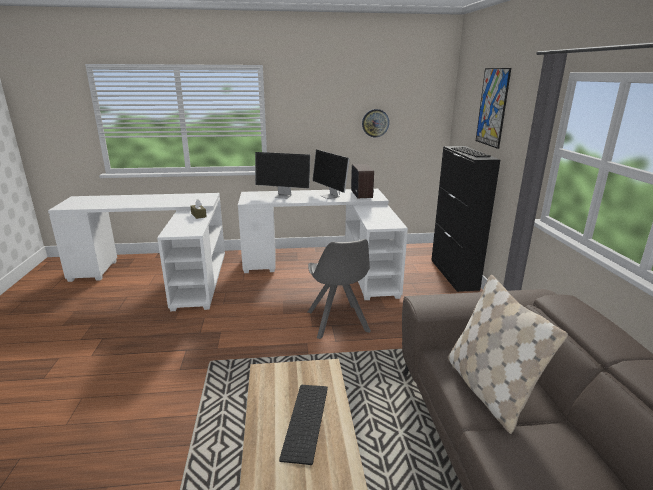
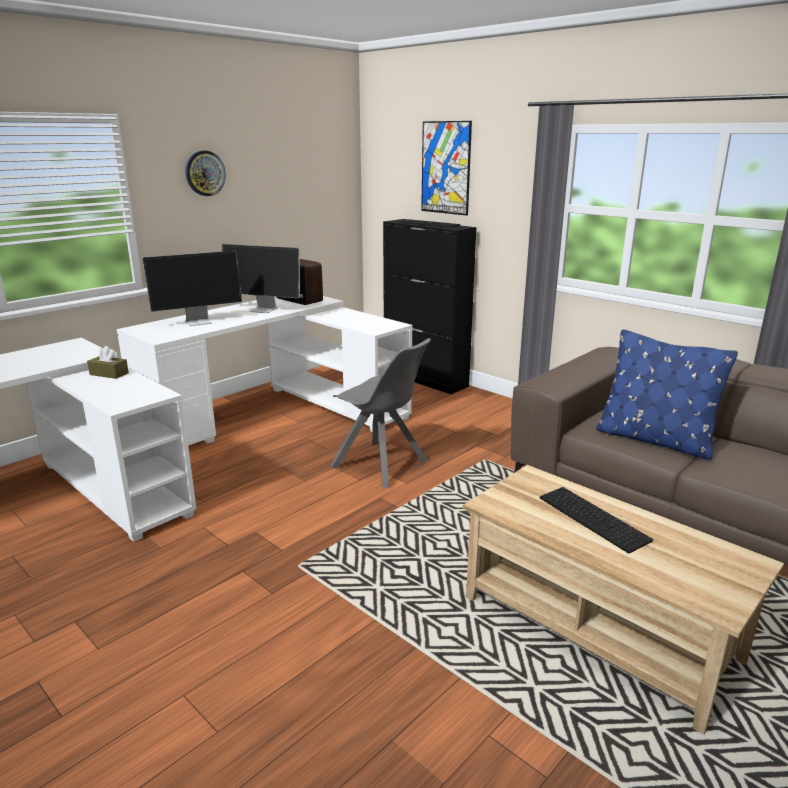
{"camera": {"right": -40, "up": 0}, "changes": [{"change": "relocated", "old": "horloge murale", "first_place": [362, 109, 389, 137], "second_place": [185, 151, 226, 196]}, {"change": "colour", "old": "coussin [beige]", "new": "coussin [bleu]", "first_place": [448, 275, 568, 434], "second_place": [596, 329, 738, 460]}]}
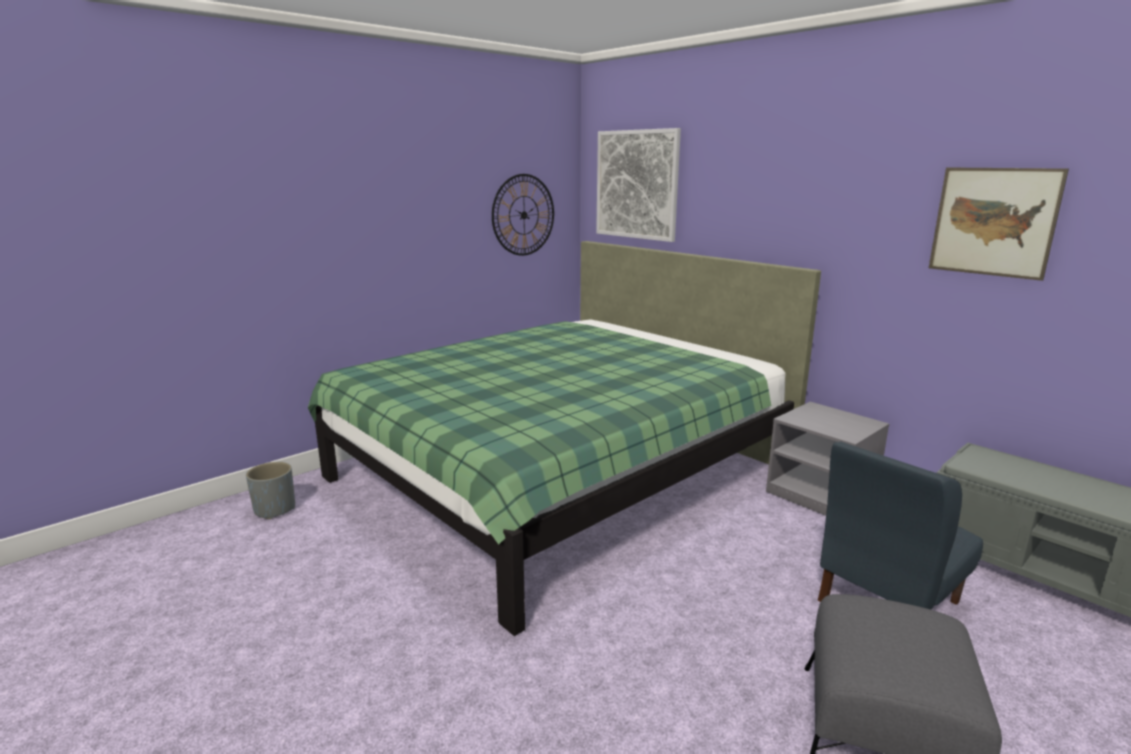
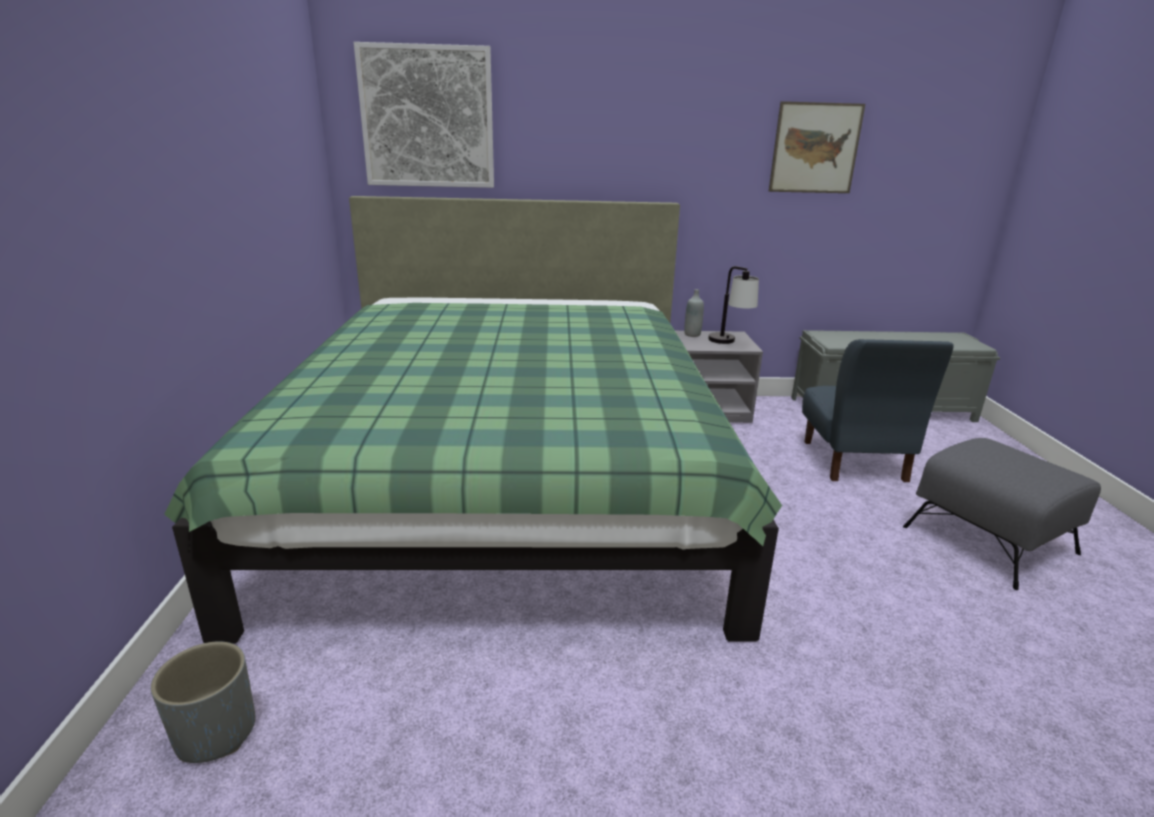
{"camera": {"right": -50, "up": 5}, "changes": [{"change": "appeared", "new": "bouteille [gris]", "second_place": [684, 289, 704, 337]}, {"change": "appeared", "new": "lampe de table", "second_place": [708, 266, 759, 344]}, {"change": "missing", "old": "horloge murale", "first_place": [492, 174, 554, 256]}]}
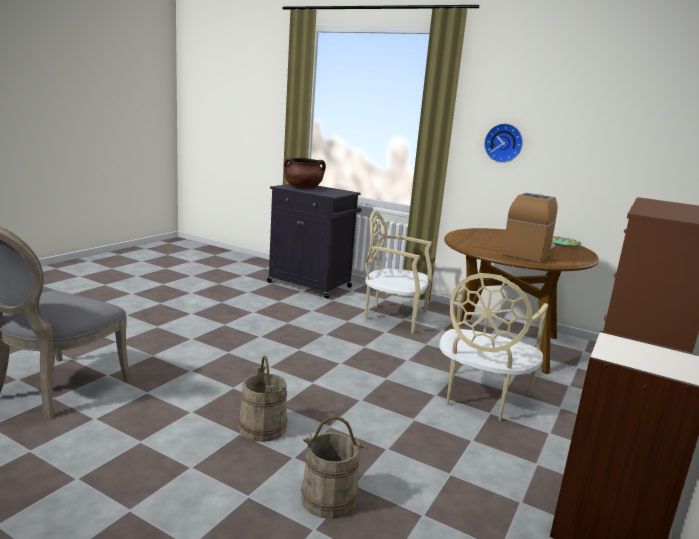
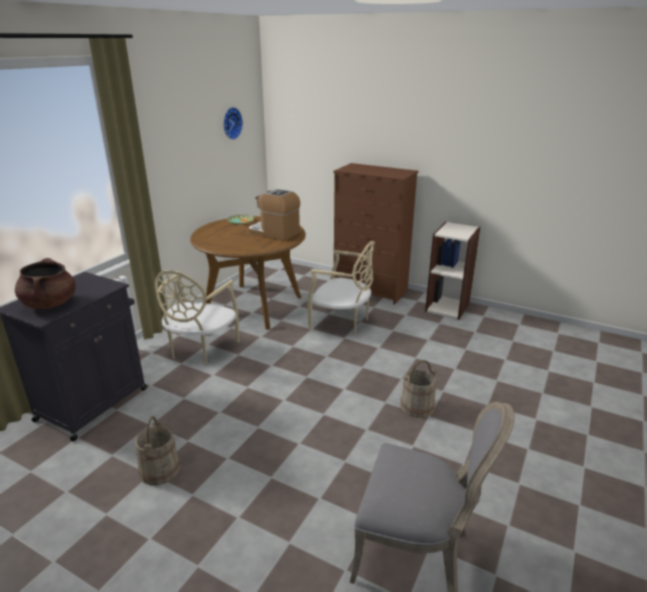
{"camera": {"right": -90, "up": 10}, "changes": [{"change": "relocated", "old": "seau [beige]", "first_place": [301, 416, 365, 519], "second_place": [135, 416, 180, 485]}, {"change": "relocated", "old": "horloge murale", "first_place": [484, 123, 523, 163], "second_place": [223, 107, 243, 140]}]}
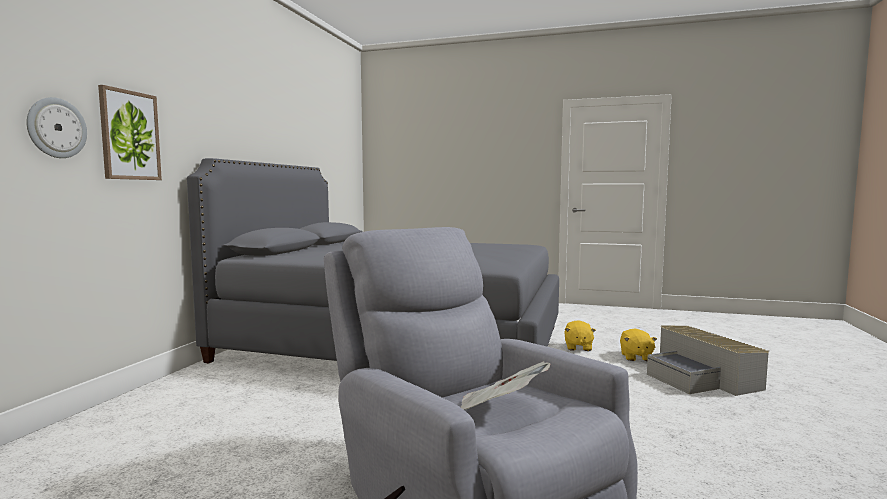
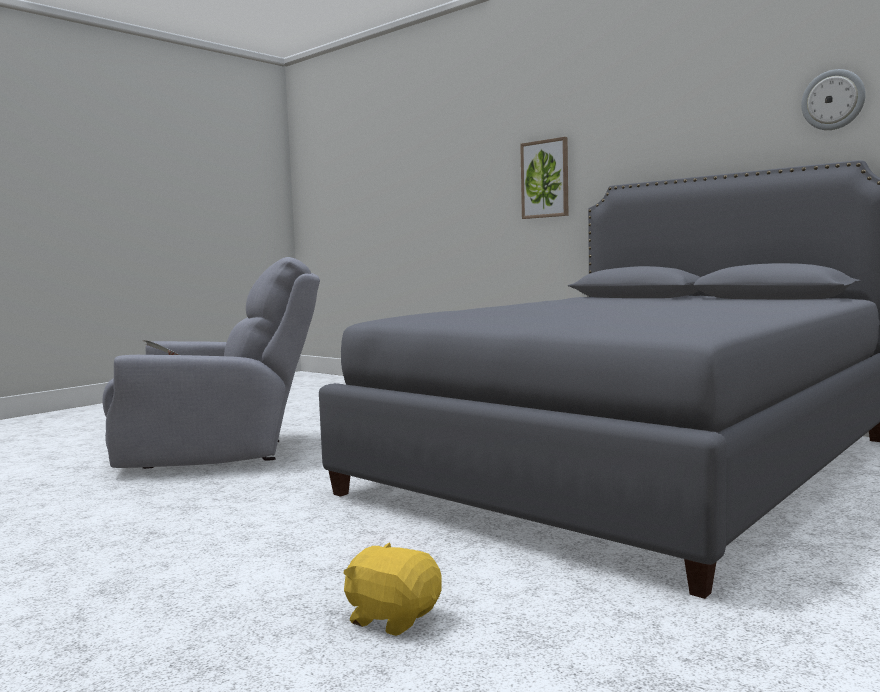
{"camera": {"right": 115, "up": 0}, "changes": [{"change": "relocated", "old": "horloge murale", "first_place": [26, 97, 87, 158], "second_place": [801, 69, 866, 130]}, {"change": "missing", "old": "peluche [jaune]", "first_place": [564, 320, 596, 351]}, {"change": "missing", "old": "boîte de rangement [gris]", "first_place": [647, 325, 769, 396]}]}
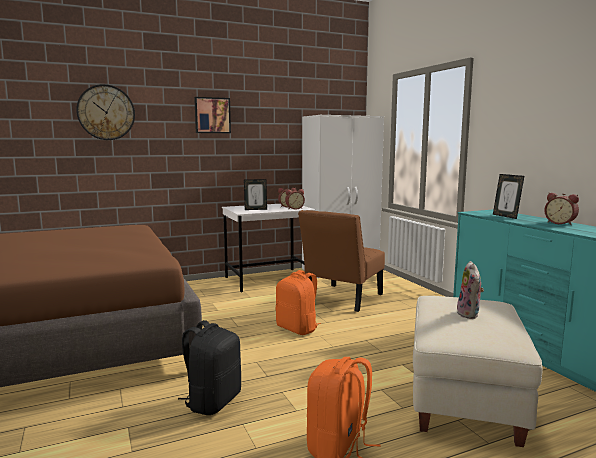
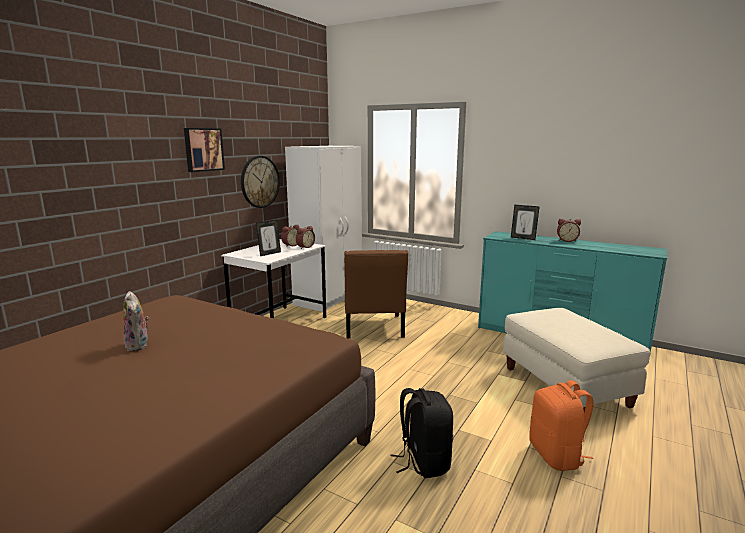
{"camera": {"right": -35, "up": 5}, "changes": [{"change": "relocated", "old": "peluche", "first_place": [457, 261, 484, 319], "second_place": [123, 291, 149, 351]}, {"change": "relocated", "old": "horloge murale", "first_place": [76, 84, 135, 140], "second_place": [241, 156, 280, 208]}, {"change": "missing", "old": "sac à dos [orange]", "first_place": [275, 270, 321, 335]}]}
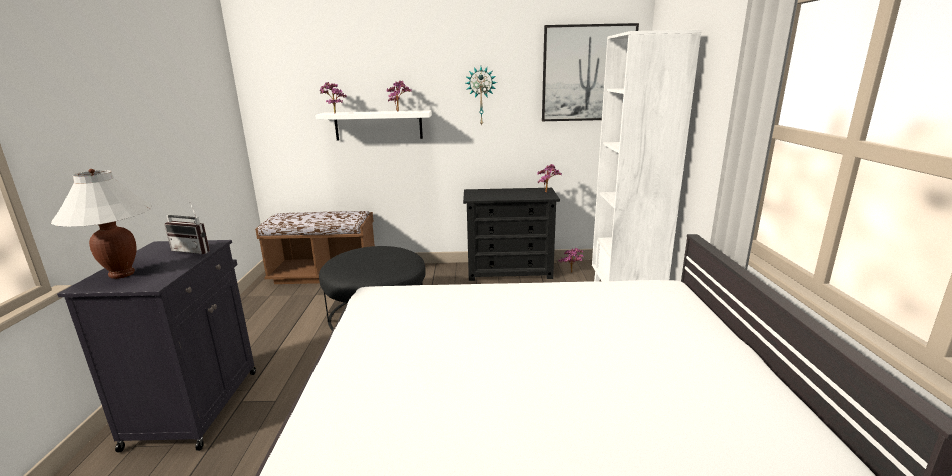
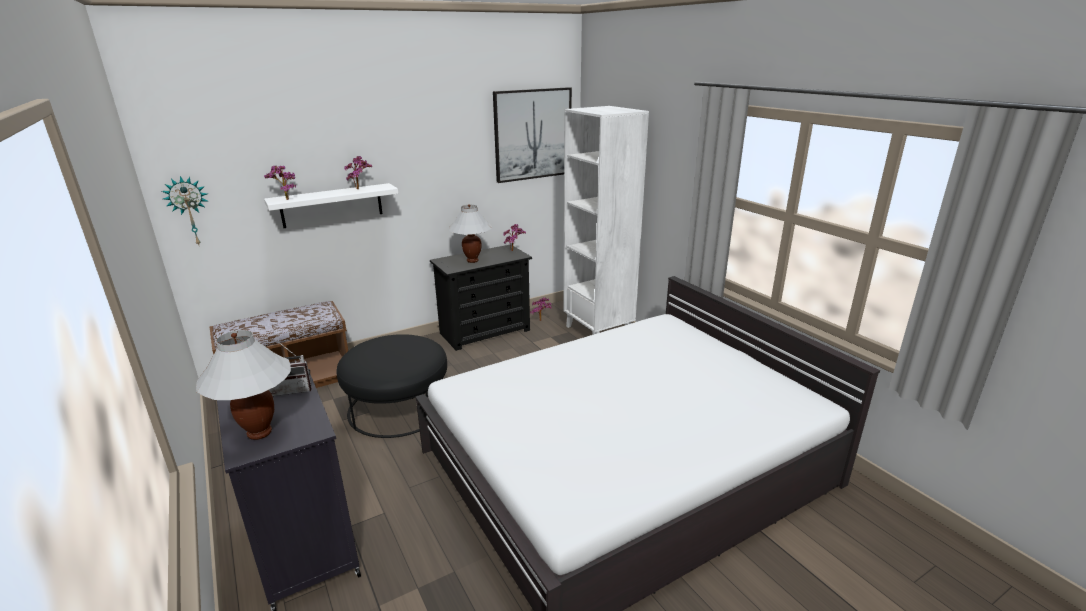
{"camera": {"right": -30, "up": 5}, "changes": [{"change": "relocated", "old": "horloge murale", "first_place": [466, 67, 497, 126], "second_place": [162, 176, 207, 245]}, {"change": "appeared", "new": "lampe de table [blanc]", "second_place": [449, 204, 492, 263]}]}
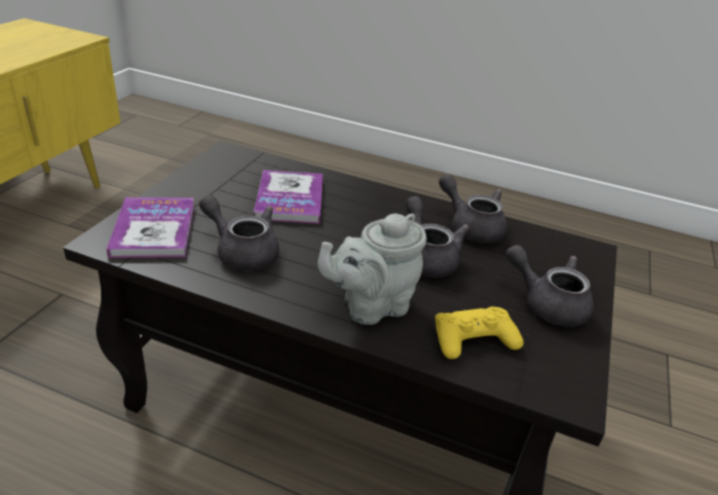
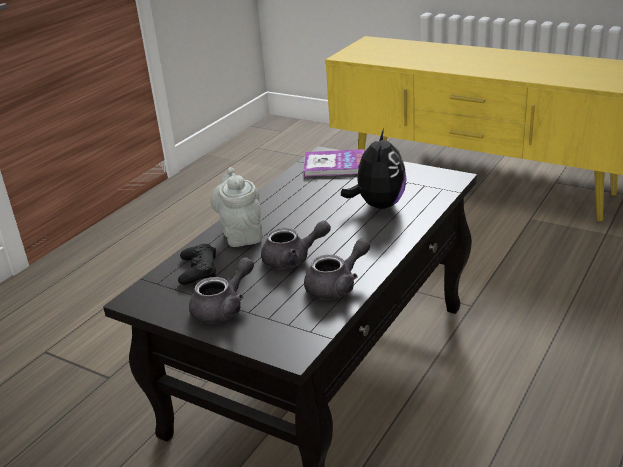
{"camera": {"right": 105, "up": -5}, "changes": [{"change": "colour", "old": "manette [jaune]", "new": "manette [noir]", "first_place": [435, 306, 524, 359], "second_place": [178, 244, 216, 285]}, {"change": "exchanged", "old": "livre", "new": "peluche", "first_place": [254, 170, 323, 224], "second_place": [341, 129, 407, 209]}, {"change": "missing", "old": "théière [gris]", "first_place": [199, 195, 279, 271]}]}
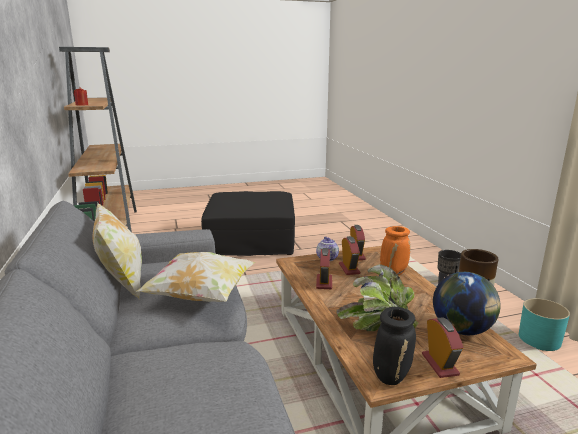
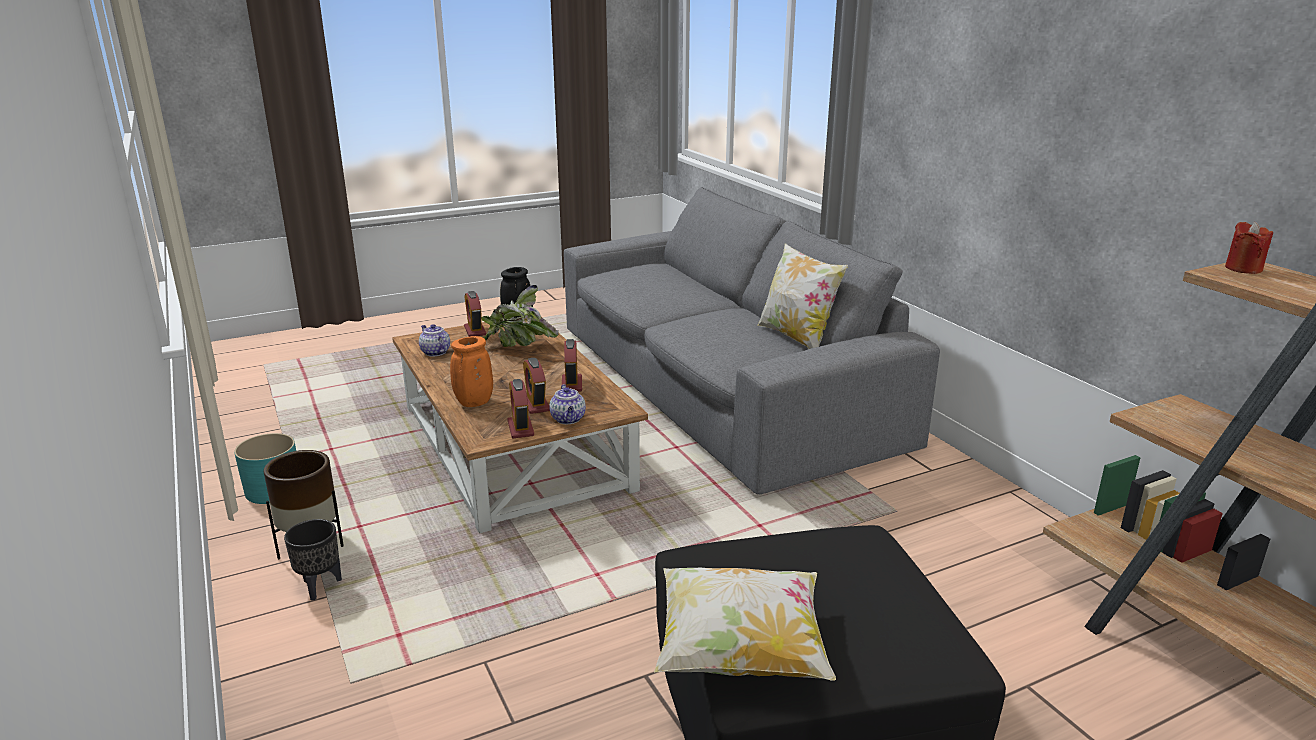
{"camera": {"right": 170, "up": 5}, "changes": [{"change": "exchanged", "old": "globe", "new": "théière", "first_place": [433, 272, 501, 335], "second_place": [419, 324, 450, 357]}, {"change": "relocated", "old": "coussin", "first_place": [137, 252, 255, 302], "second_place": [654, 568, 836, 681]}]}
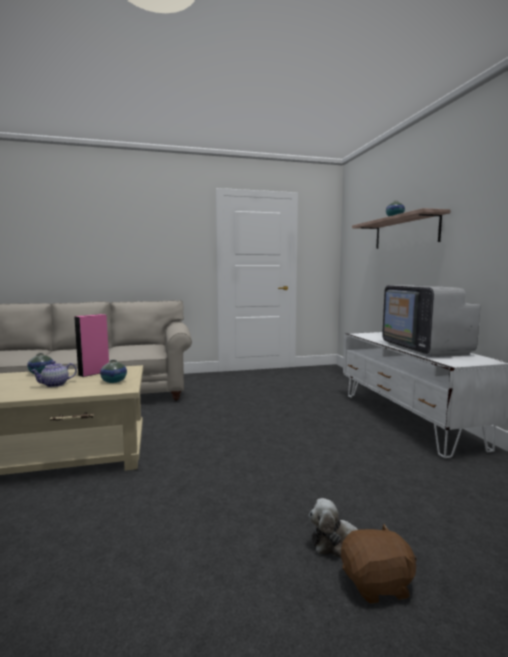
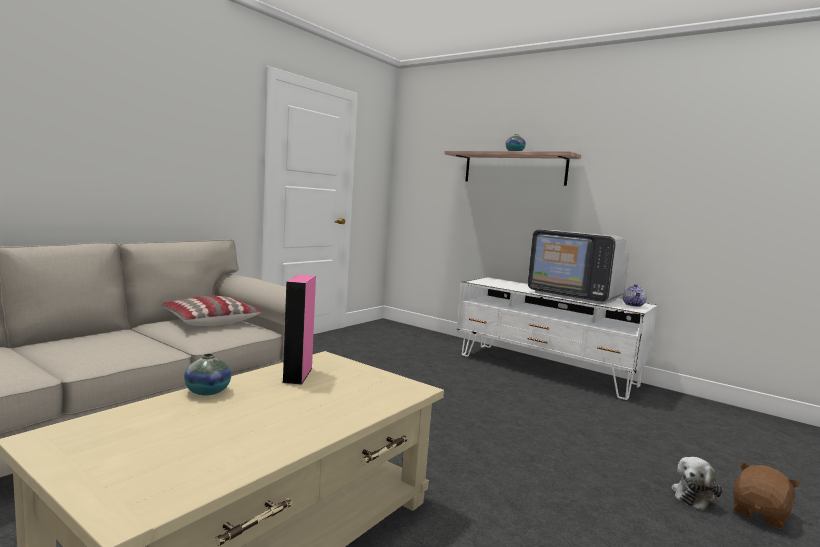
{"camera": {"right": -40, "up": 0}, "changes": [{"change": "appeared", "new": "coussin", "second_place": [161, 296, 261, 326]}, {"change": "relocated", "old": "théière", "first_place": [31, 361, 77, 387], "second_place": [623, 284, 646, 307]}, {"change": "missing", "old": "vase", "first_place": [100, 360, 127, 383]}]}
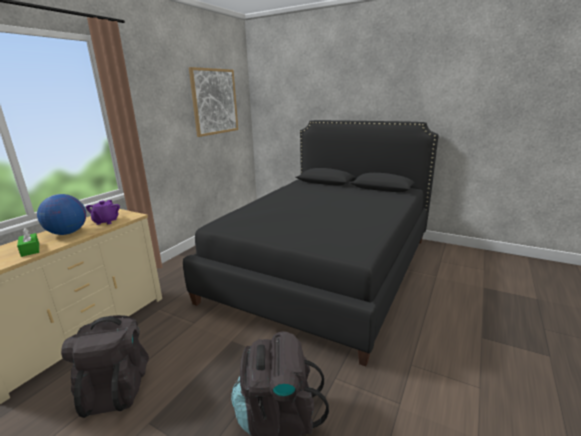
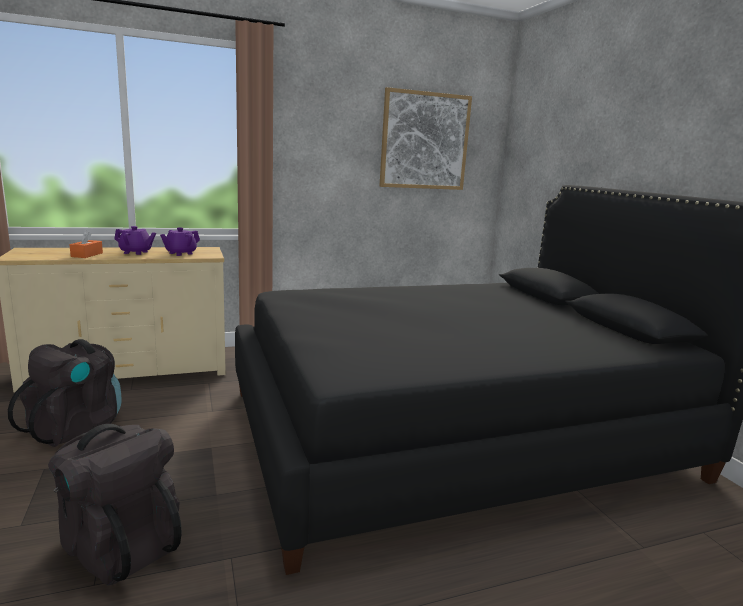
{"camera": {"right": 40, "up": -5}, "changes": [{"change": "colour", "old": "boîte à mouchoirs [vert]", "new": "boîte à mouchoirs [orange]", "first_place": [17, 228, 39, 257], "second_place": [70, 231, 103, 258]}, {"change": "exchanged", "old": "globe", "new": "théière [violet]", "first_place": [37, 194, 86, 235], "second_place": [114, 226, 156, 255]}]}
